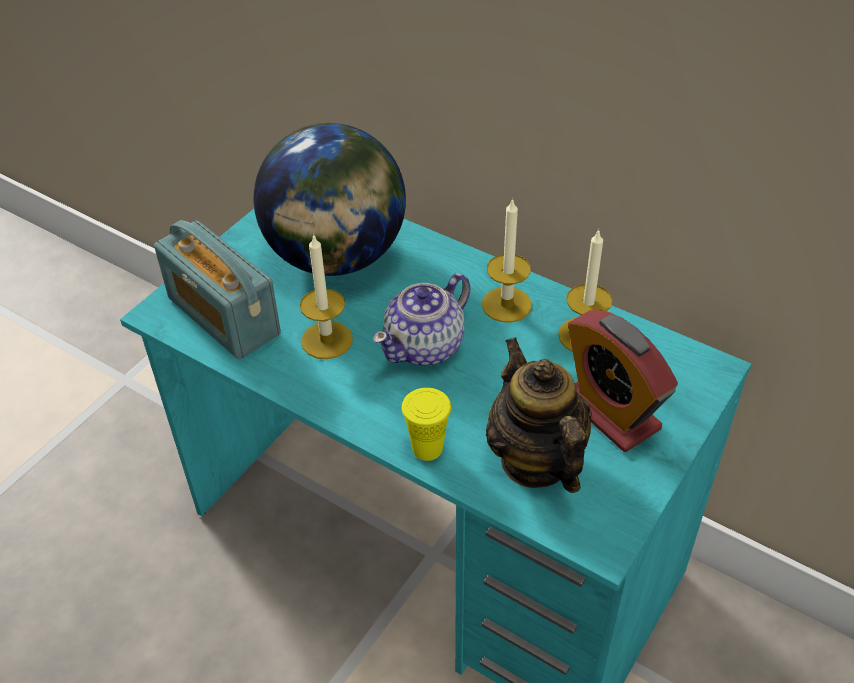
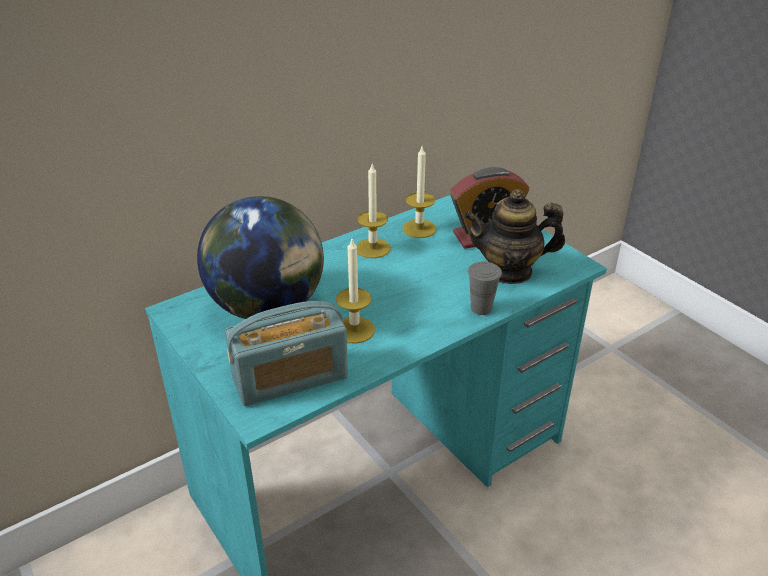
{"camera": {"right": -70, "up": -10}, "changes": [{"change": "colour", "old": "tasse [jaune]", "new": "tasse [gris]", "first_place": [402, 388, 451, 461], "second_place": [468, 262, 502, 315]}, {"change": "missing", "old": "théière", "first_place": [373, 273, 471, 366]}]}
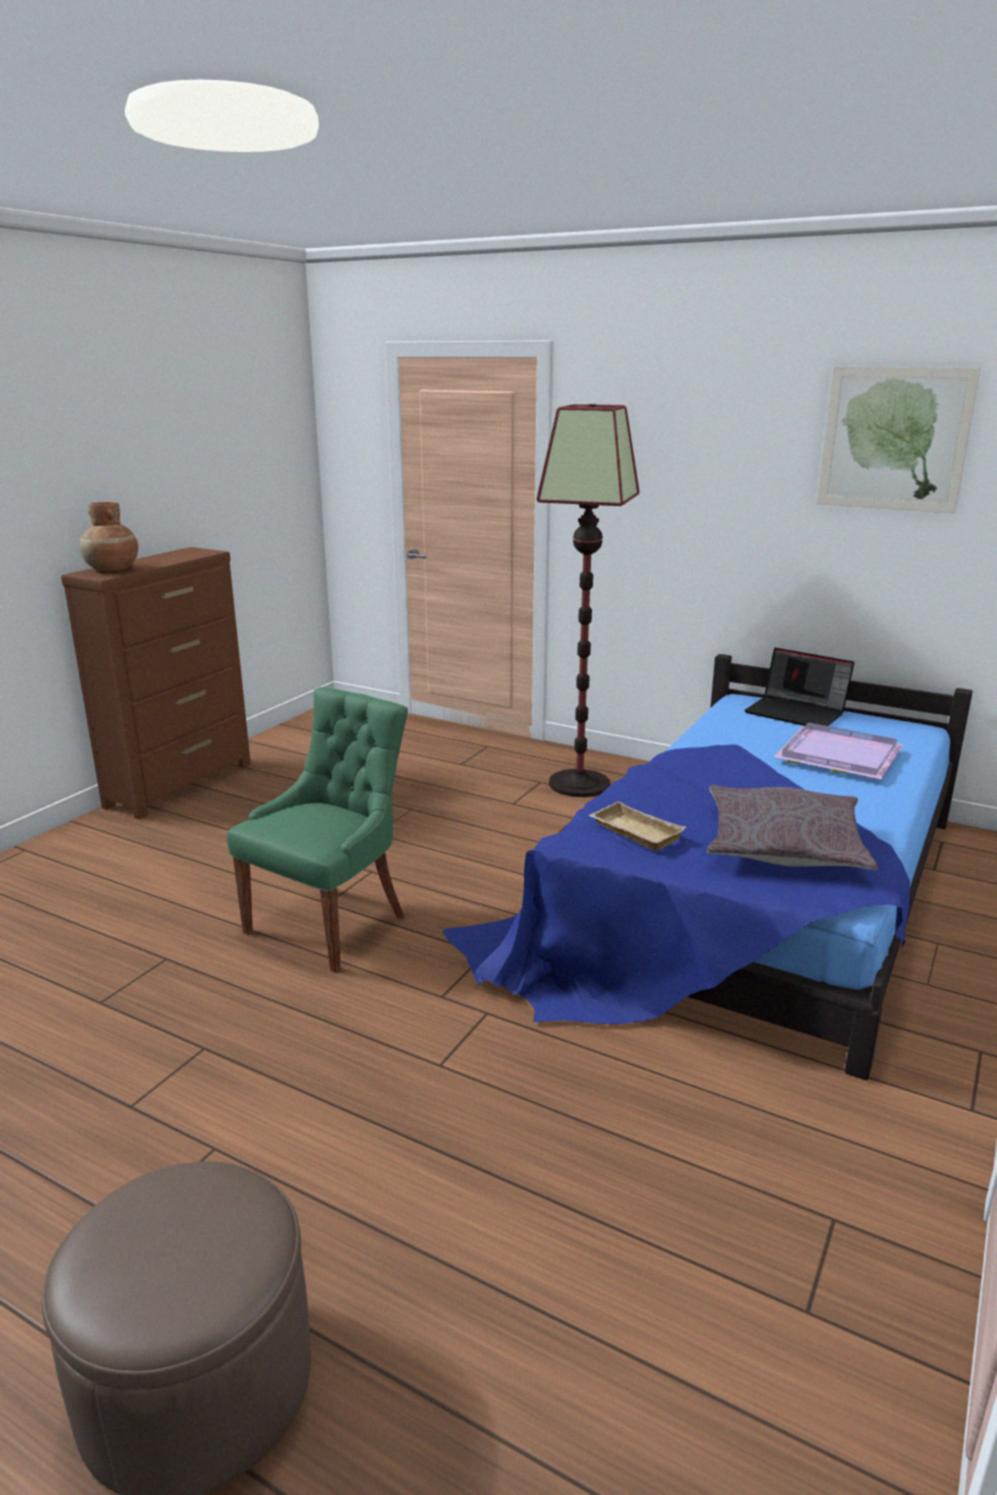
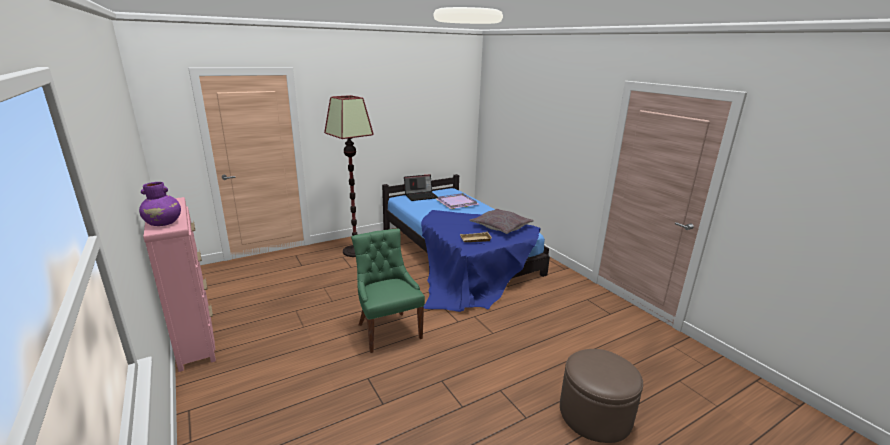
{"camera": {"right": -60, "up": 0}, "changes": [{"change": "colour", "old": "vase [marron]", "new": "vase [violet]", "first_place": [79, 502, 138, 571], "second_place": [139, 182, 181, 226]}, {"change": "colour", "old": "commode [marron]", "new": "commode [rose]", "first_place": [61, 547, 251, 820], "second_place": [143, 197, 216, 372]}, {"change": "missing", "old": "tableau", "first_place": [817, 367, 981, 514]}]}
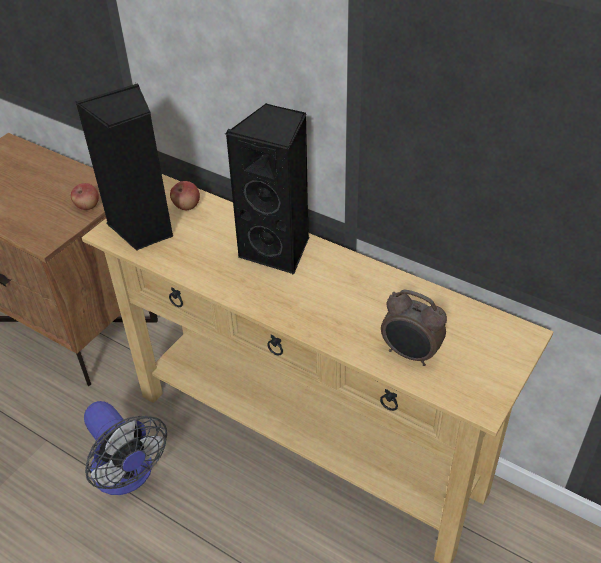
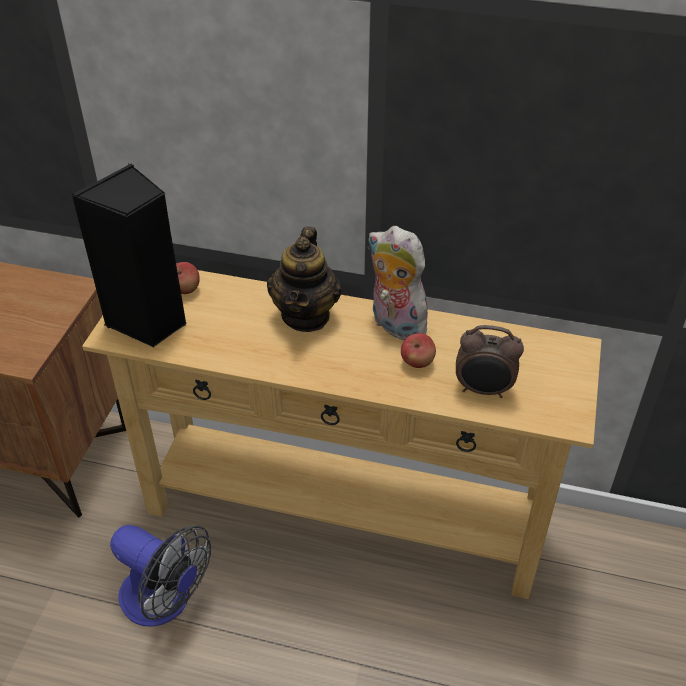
{"camera": {"right": -20, "up": 0}, "changes": [{"change": "exchanged", "old": "enceinte [noir]", "new": "théière", "first_place": [225, 103, 309, 275], "second_place": [267, 227, 342, 332]}, {"change": "appeared", "new": "peluche", "second_place": [369, 226, 428, 340]}, {"change": "relocated", "old": "pomme", "first_place": [71, 183, 99, 210], "second_place": [401, 333, 436, 368]}]}
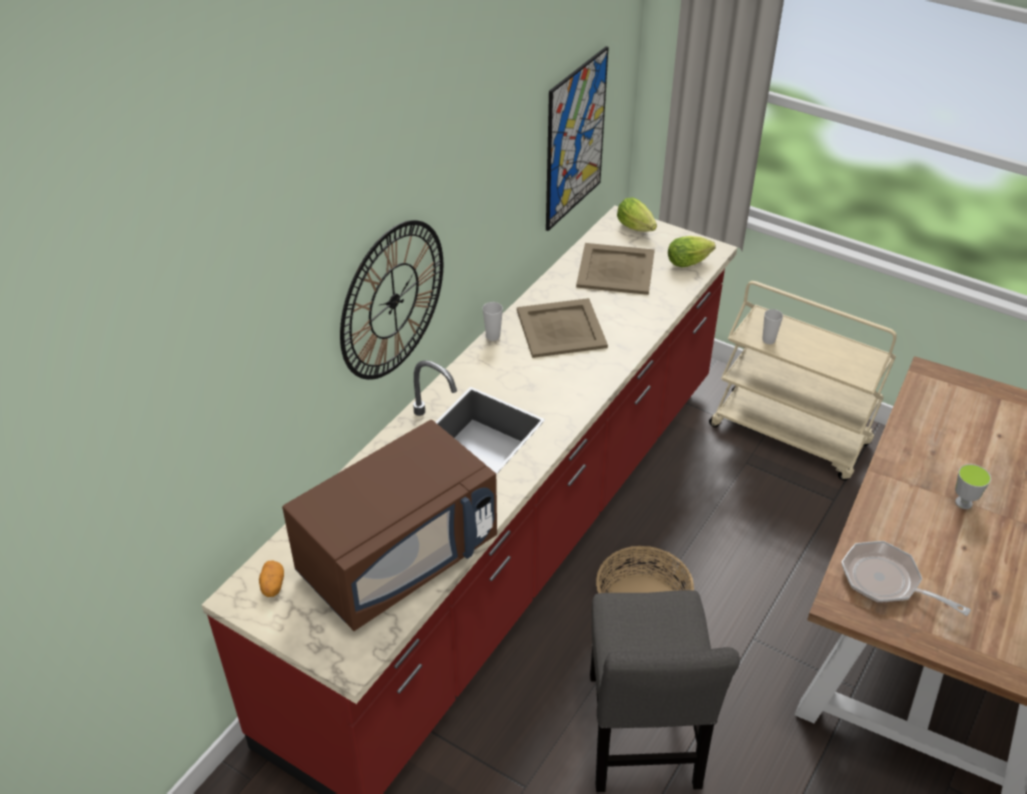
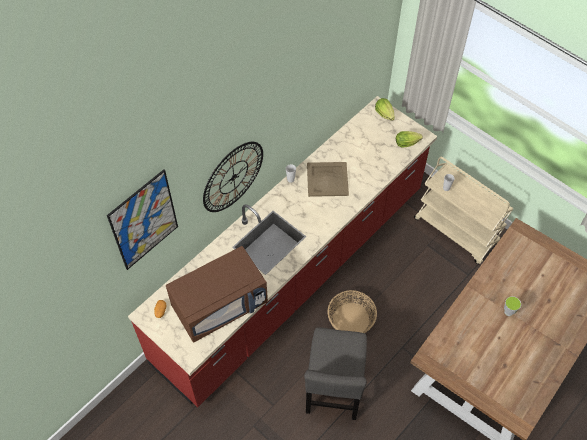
{"camera": {"right": 10, "up": 15}, "changes": [{"change": "relocated", "old": "tableau", "first_place": [546, 46, 609, 231], "second_place": [107, 169, 178, 270]}, {"change": "missing", "old": "plateau [beige]", "first_place": [576, 243, 655, 295]}, {"change": "missing", "old": "poêle", "first_place": [841, 541, 971, 616]}]}
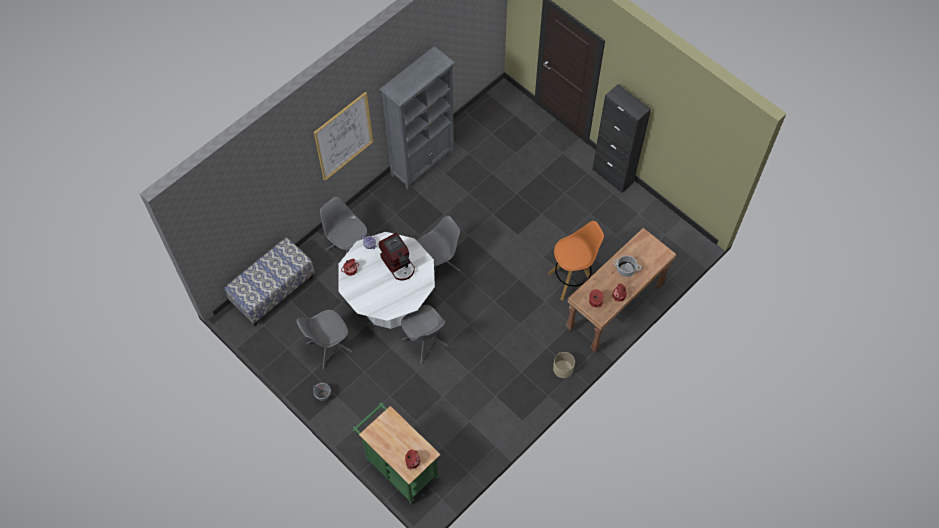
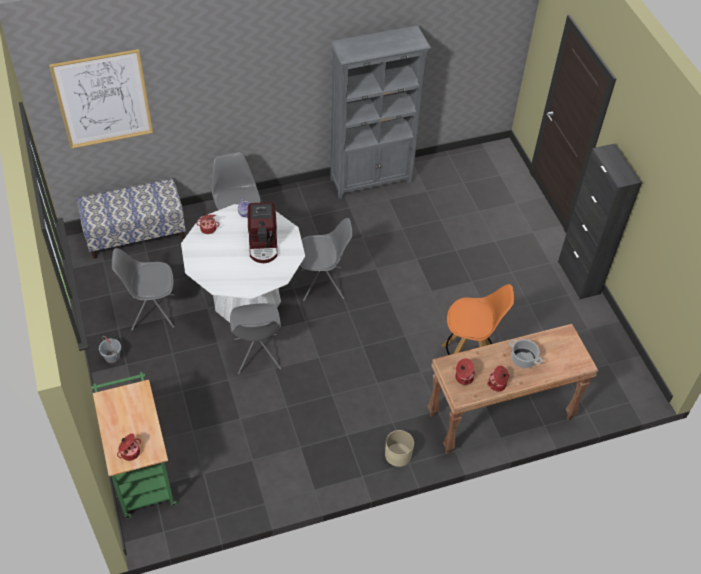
{"camera": {"right": 25, "up": -10}, "changes": [{"change": "relocated", "old": "tableau", "first_place": [314, 92, 373, 181], "second_place": [49, 49, 153, 149]}]}
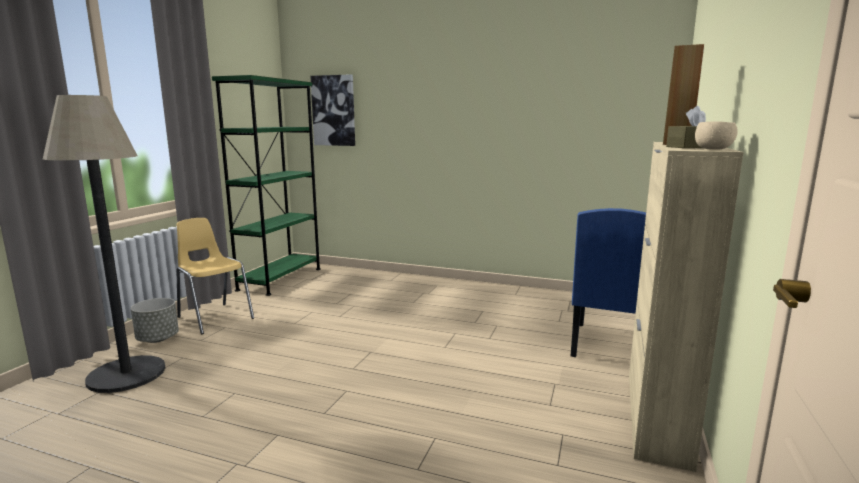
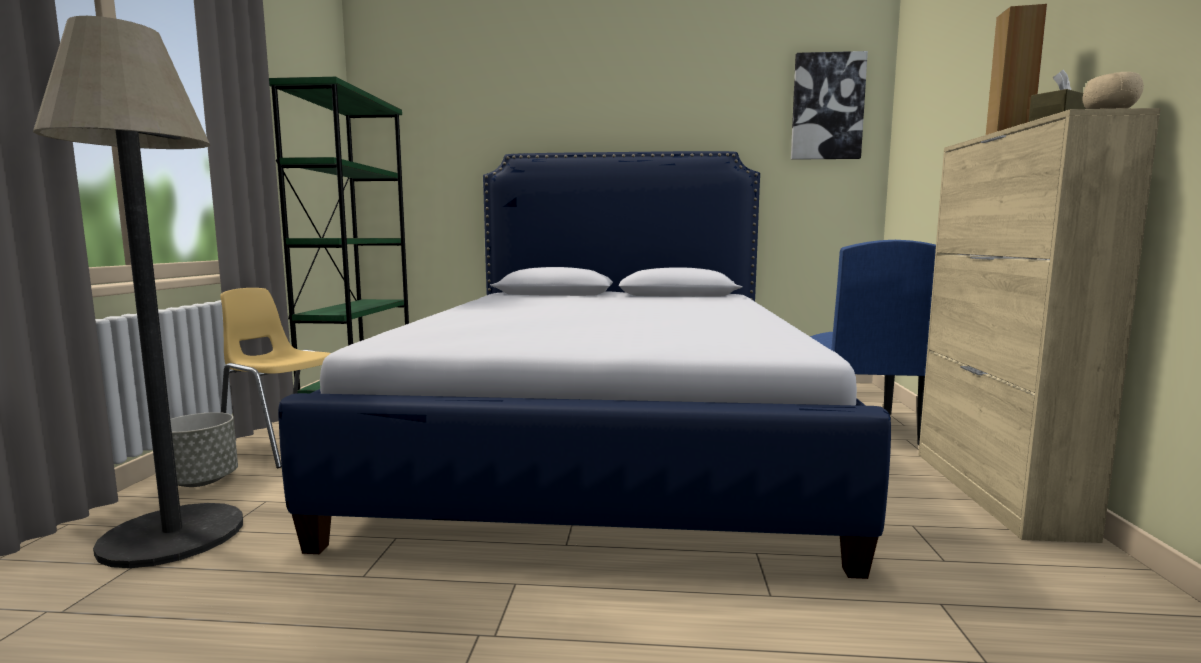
{"camera": {"right": -15, "up": -5}, "changes": [{"change": "appeared", "new": "lit", "second_place": [278, 151, 891, 579]}, {"change": "relocated", "old": "tableau", "first_place": [310, 74, 355, 146], "second_place": [791, 51, 868, 160]}]}
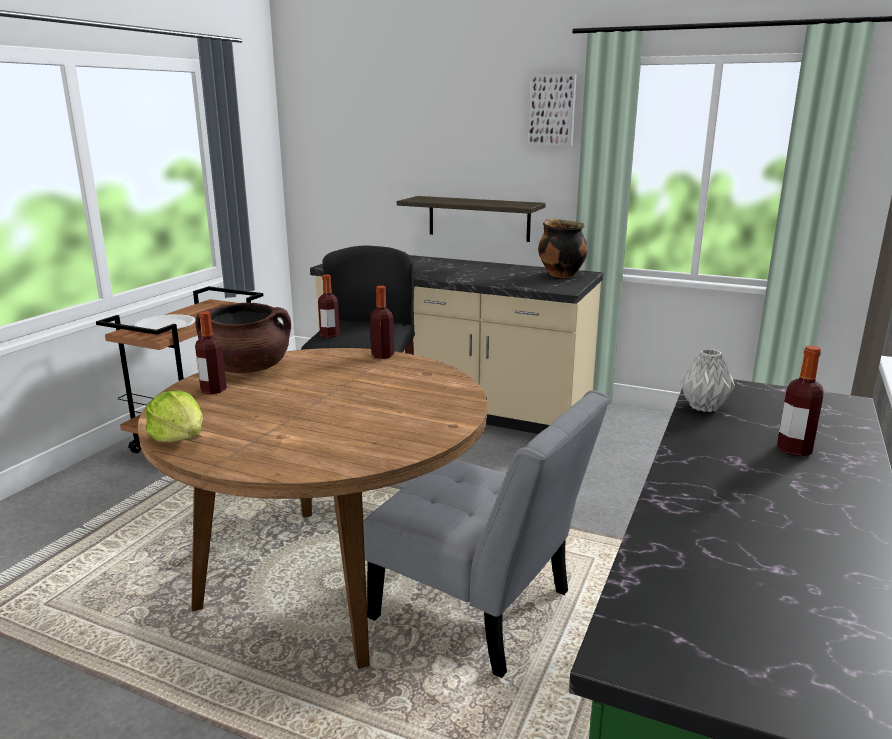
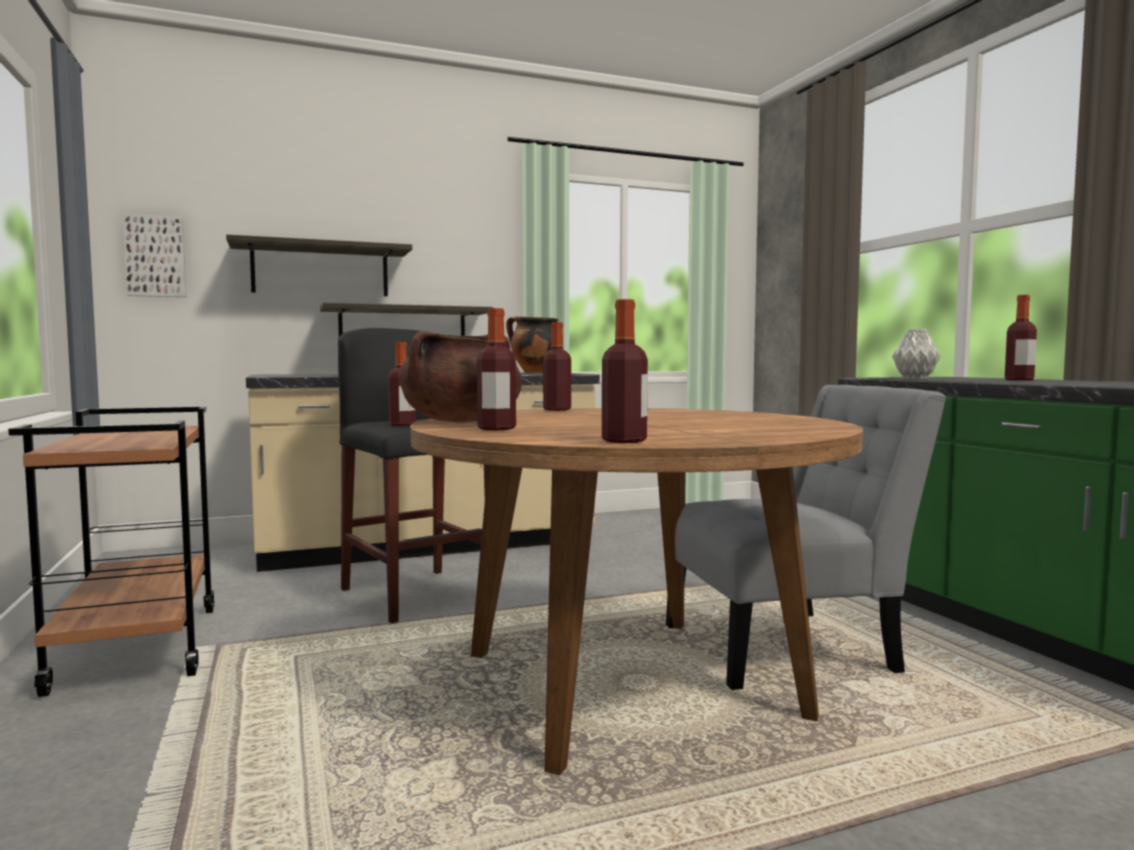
{"camera": {"right": -45, "up": -15}, "changes": [{"change": "relocated", "old": "tableau", "first_place": [529, 74, 577, 146], "second_place": [122, 214, 186, 297]}, {"change": "appeared", "new": "étagère", "second_place": [226, 235, 412, 296]}, {"change": "exchanged", "old": "laitue", "new": "bouteille", "first_place": [145, 390, 203, 442], "second_place": [602, 299, 648, 443]}, {"change": "missing", "old": "assiette [blanc]", "first_place": [134, 314, 196, 331]}]}
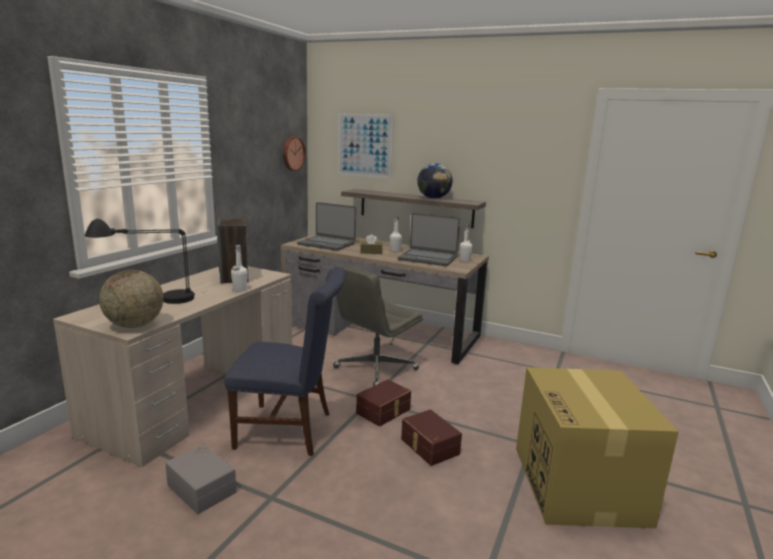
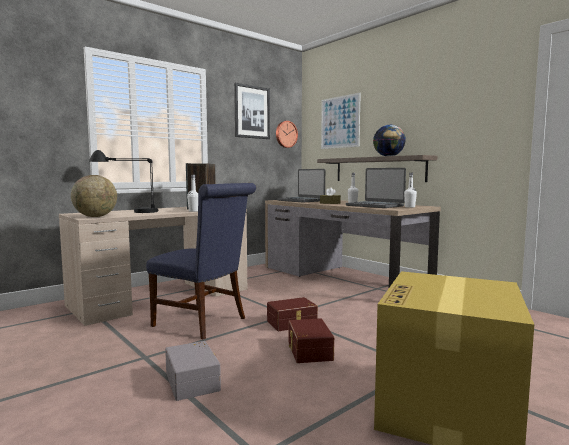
{"camera": {"right": 25, "up": -10}, "changes": [{"change": "relocated", "old": "boîte de rangement [gris]", "first_place": [165, 444, 237, 514], "second_place": [165, 341, 221, 401]}, {"change": "appeared", "new": "tableau", "second_place": [234, 83, 270, 139]}, {"change": "missing", "old": "chaise de bureau [gris]", "first_place": [333, 264, 423, 386]}]}
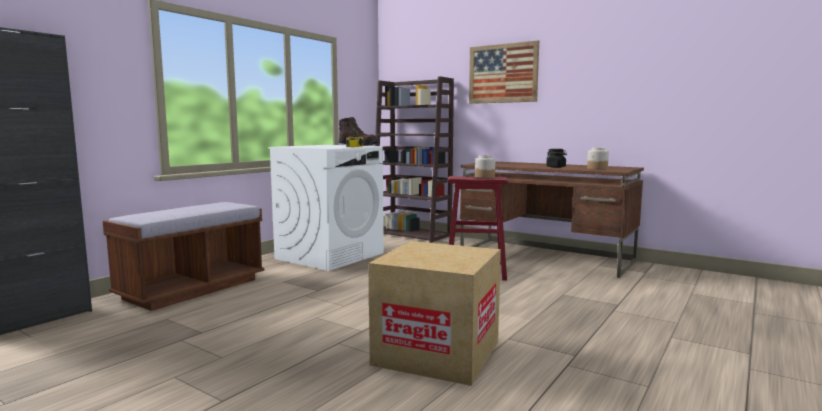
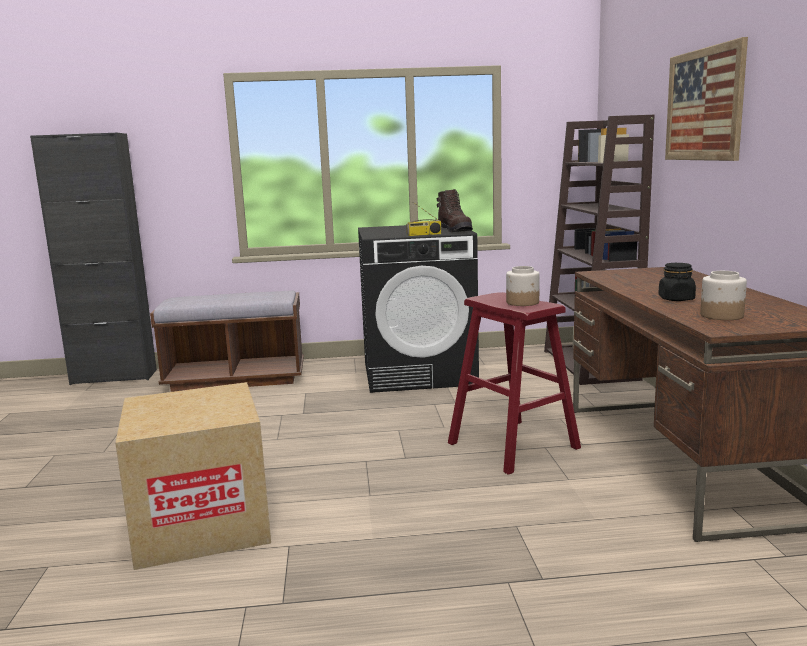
{"camera": {"right": 50, "up": 5}, "changes": [{"change": "colour", "old": "lave-linge [blanc]", "new": "lave-linge [noir]", "first_place": [268, 145, 384, 271], "second_place": [358, 225, 479, 393]}]}
